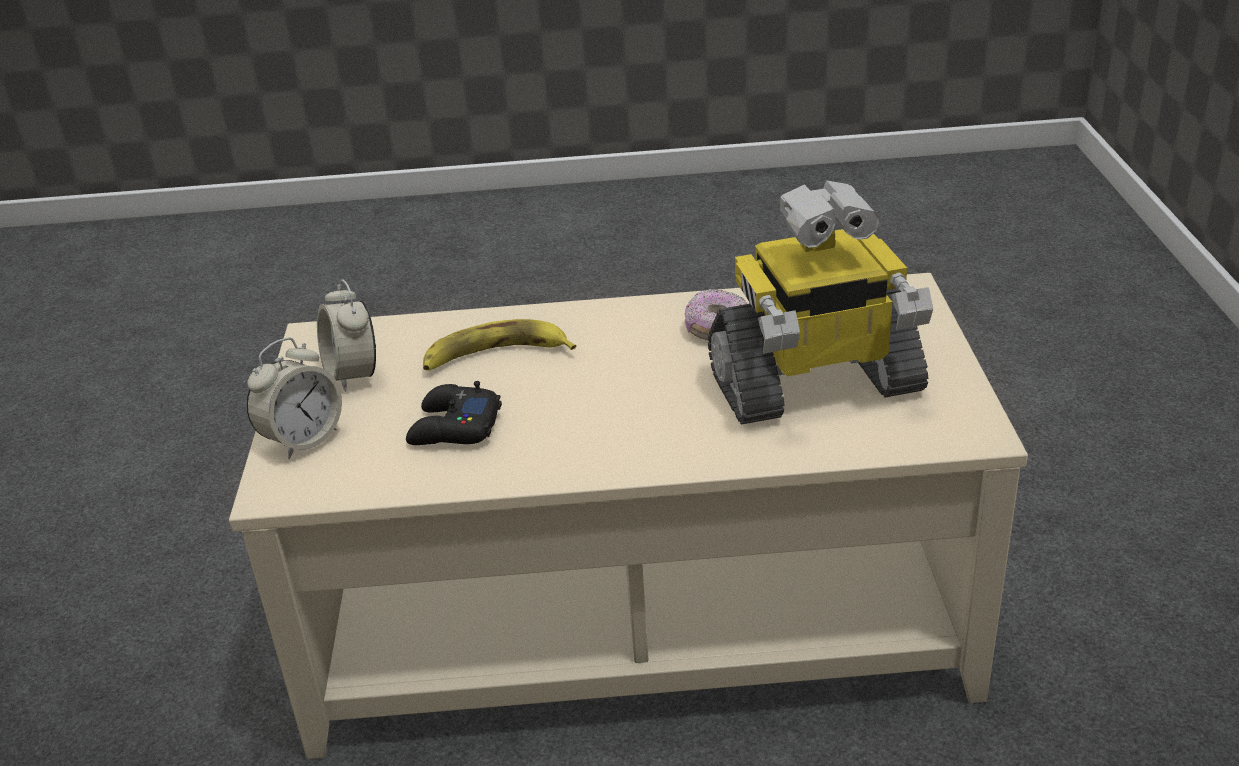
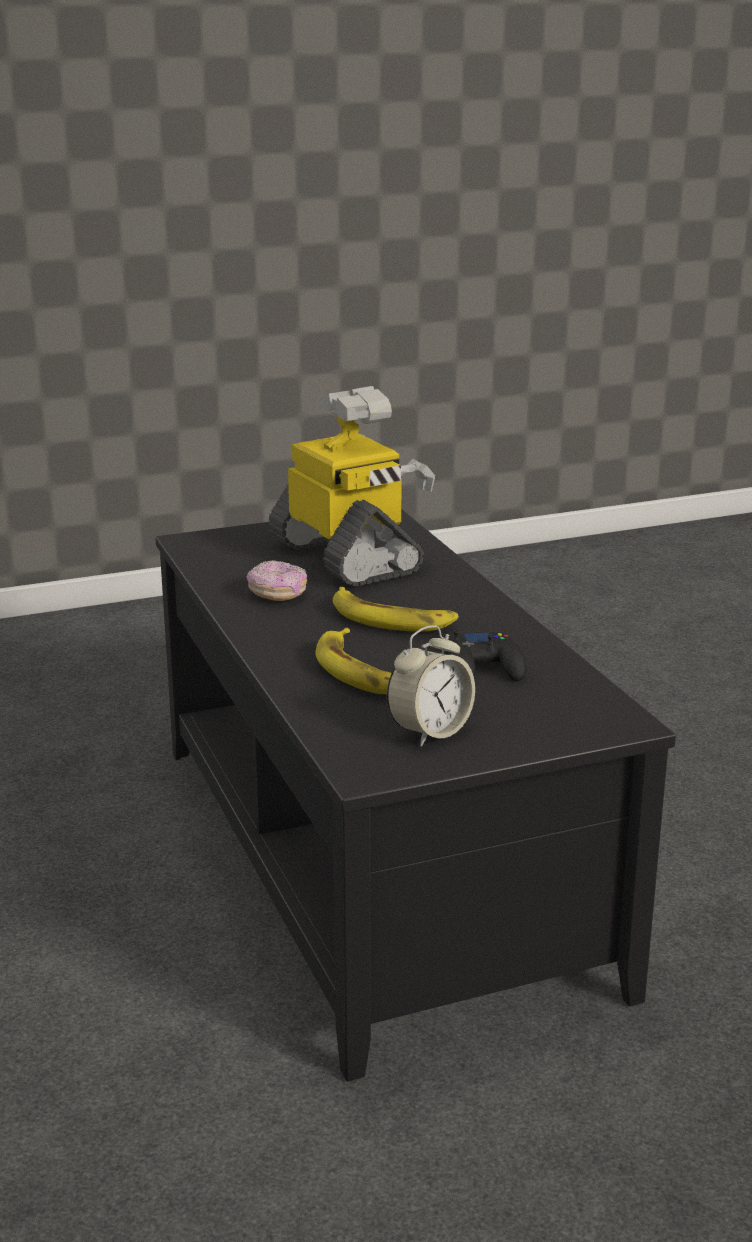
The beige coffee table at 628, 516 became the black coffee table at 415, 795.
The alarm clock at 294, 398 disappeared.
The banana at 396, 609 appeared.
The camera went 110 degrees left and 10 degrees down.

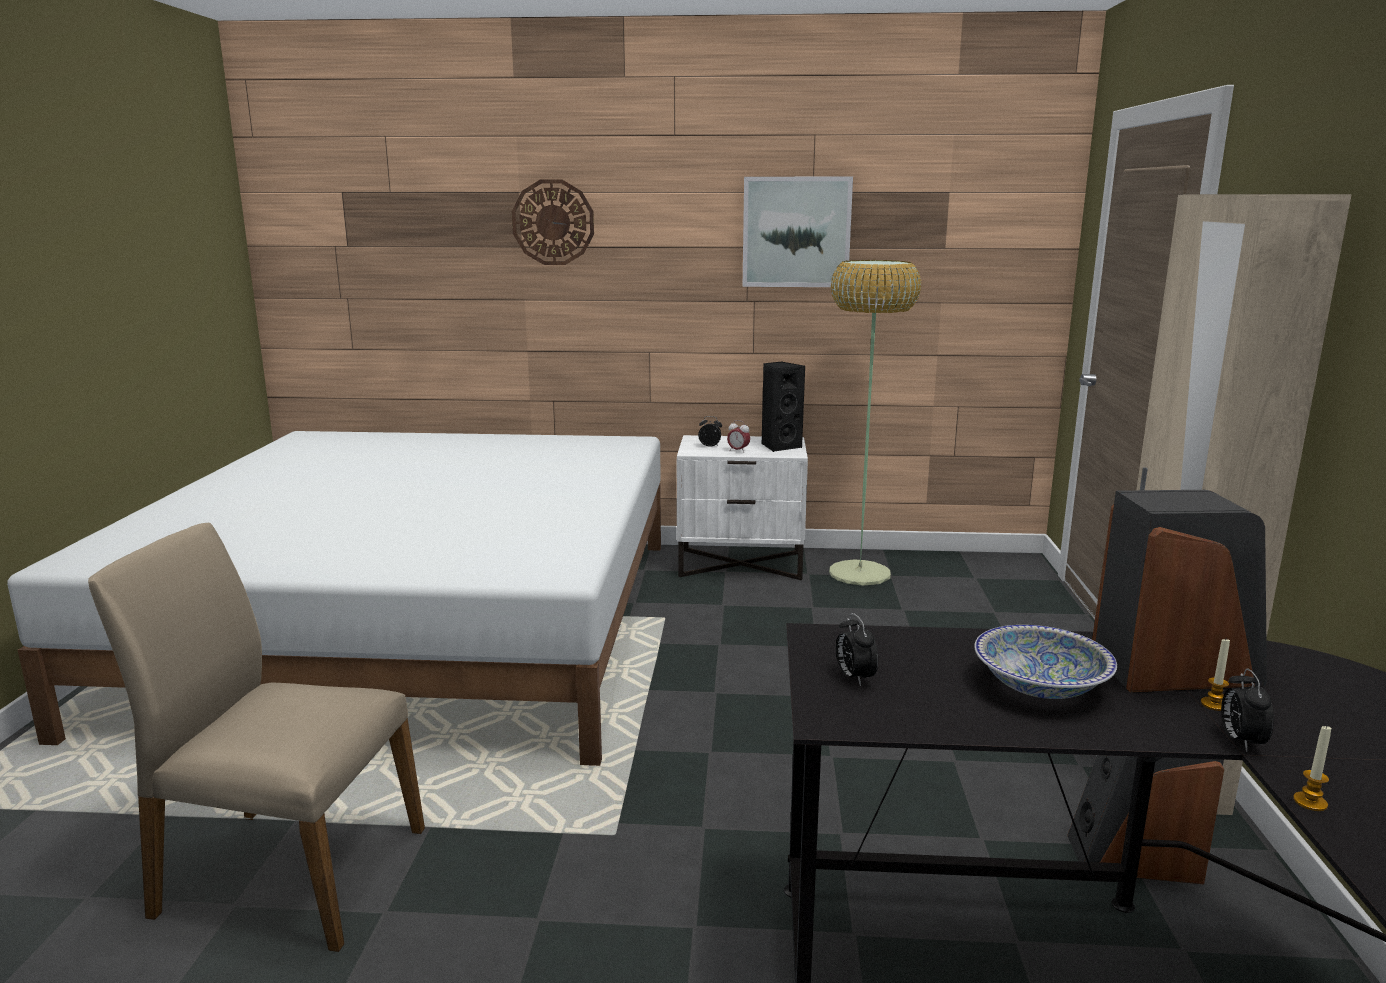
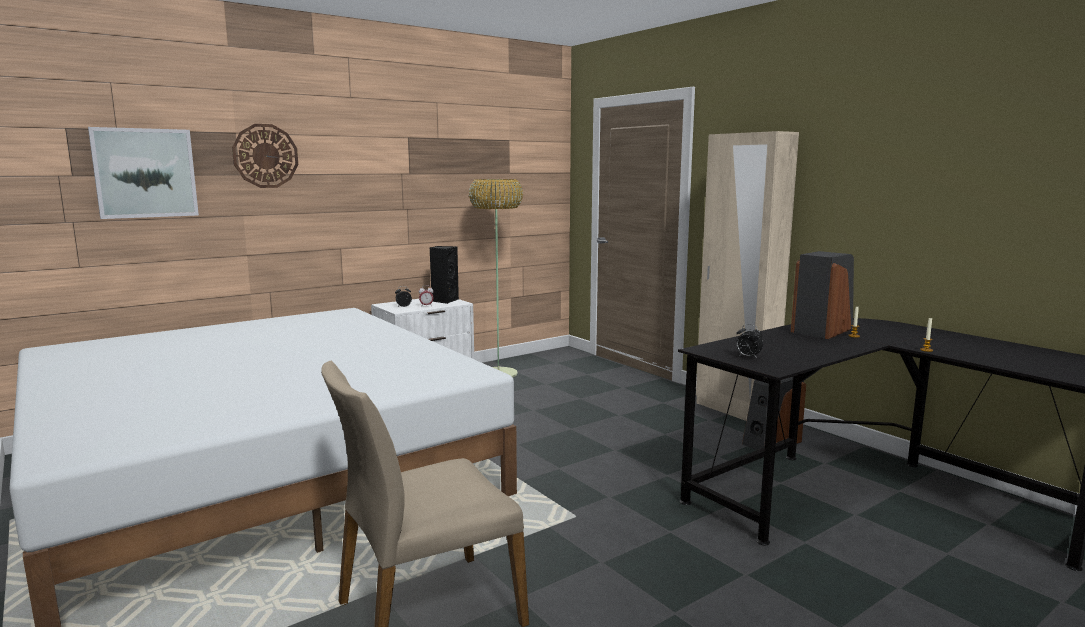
The picture moved from 798, 232 to 143, 173.
The bowl at 1045, 662 disappeared.
The alarm clock at 1247, 710 disappeared.
The camera went 40 degrees left and 5 degrees down.

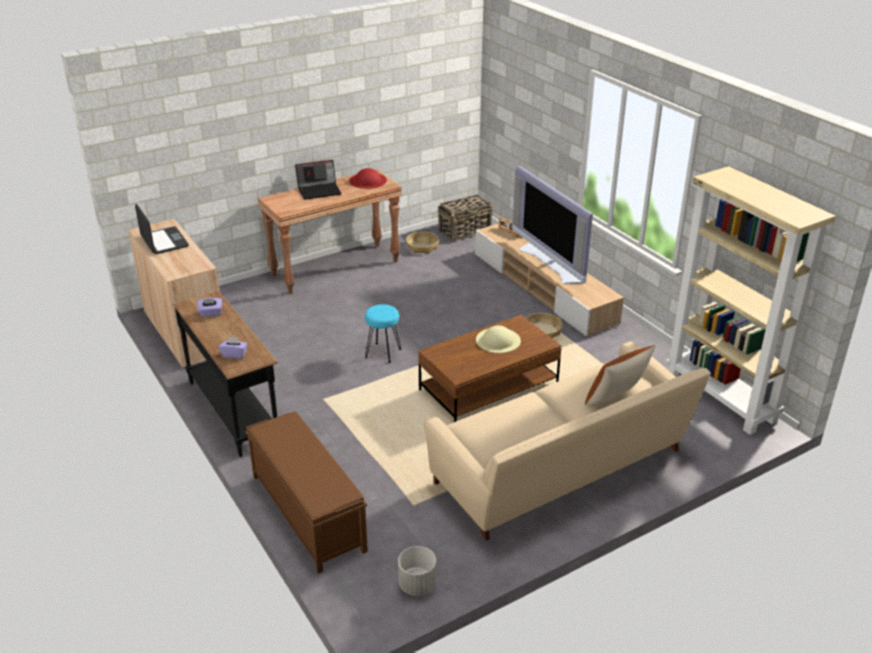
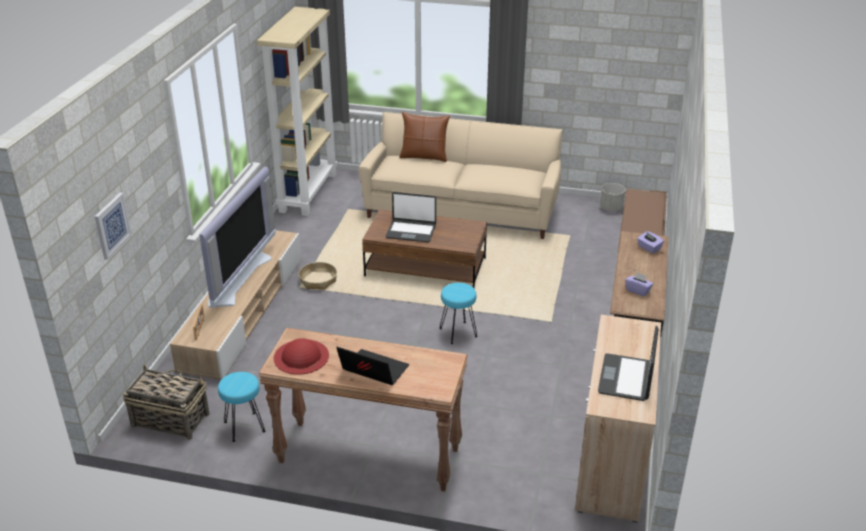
The basket at 422, 243 was replaced by the turquoise stool at 241, 407.
The beige hat at 498, 339 was replaced by the laptop at 411, 217.
The picture at 113, 226 appeared.
The camera went 135 degrees left and 0 degrees up.

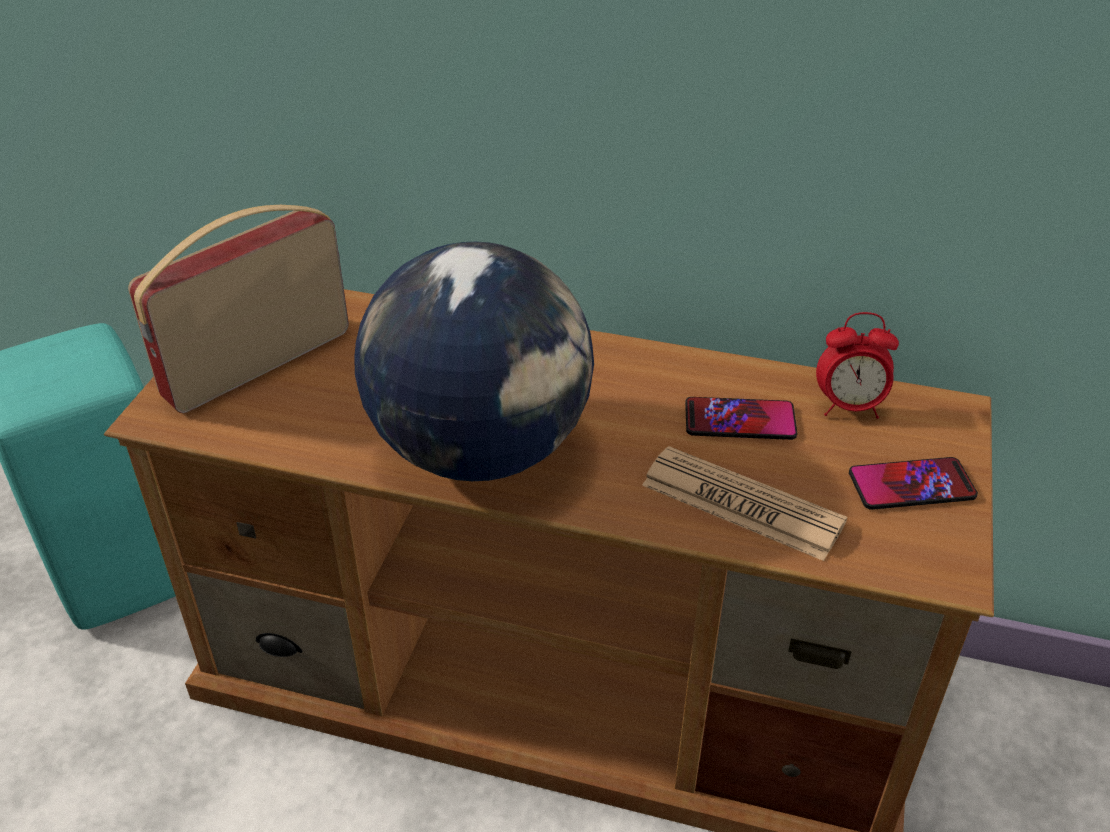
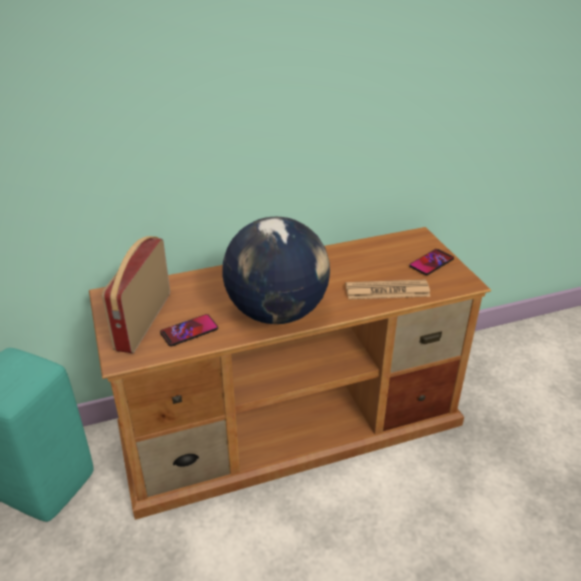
The alarm clock at 857, 365 disappeared.
The phone moved from 741, 418 to 189, 330.
The camera went 35 degrees left and 5 degrees down.

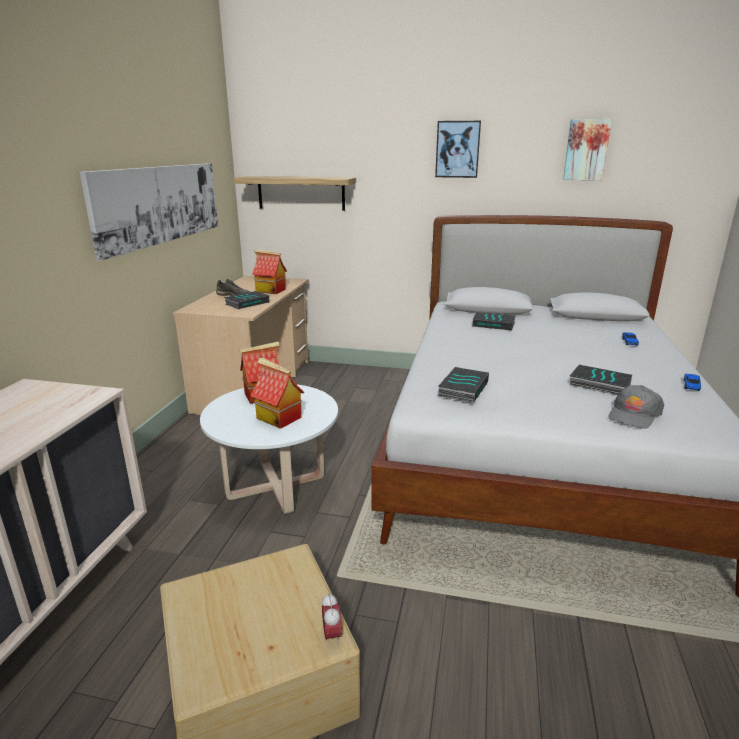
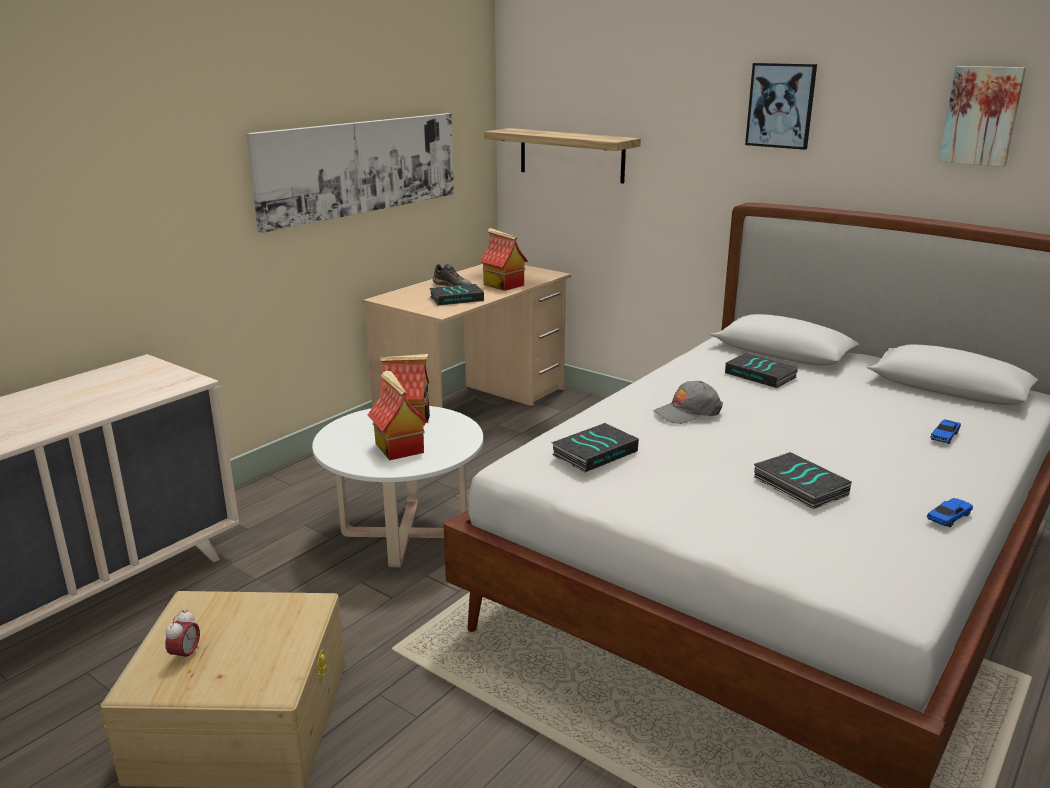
The grey cap moved from 636, 407 to 688, 402.
The alarm clock moved from 332, 618 to 182, 637.
The camera went 25 degrees right and 0 degrees up.

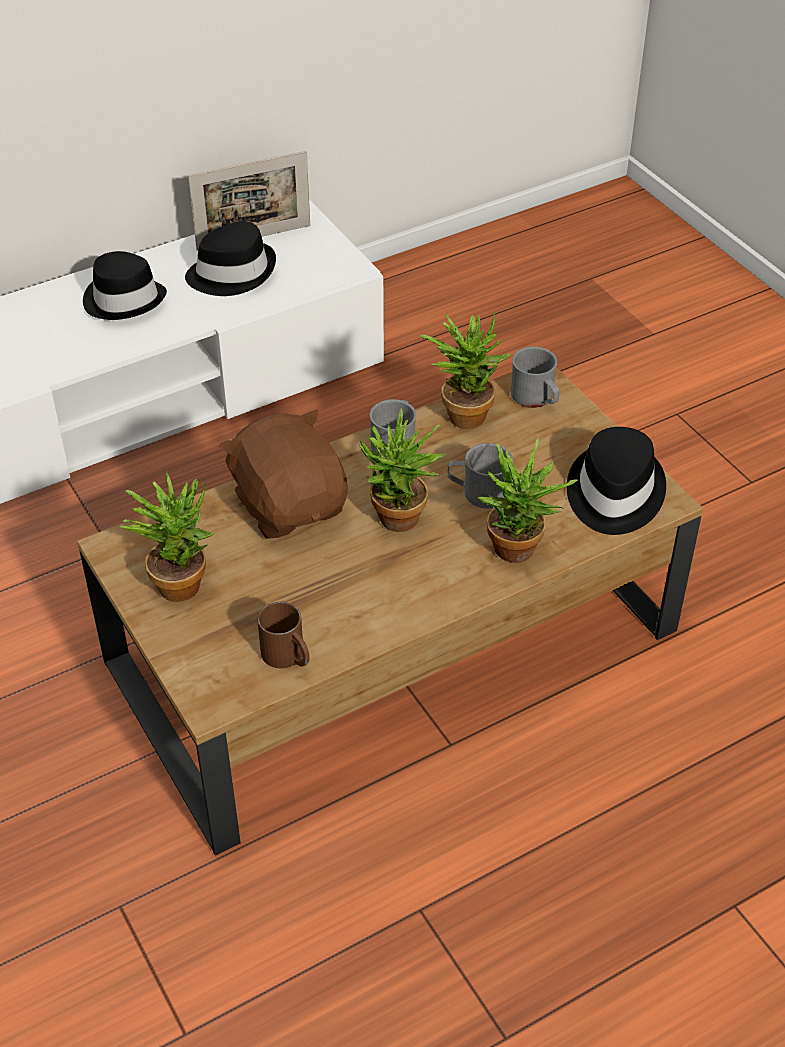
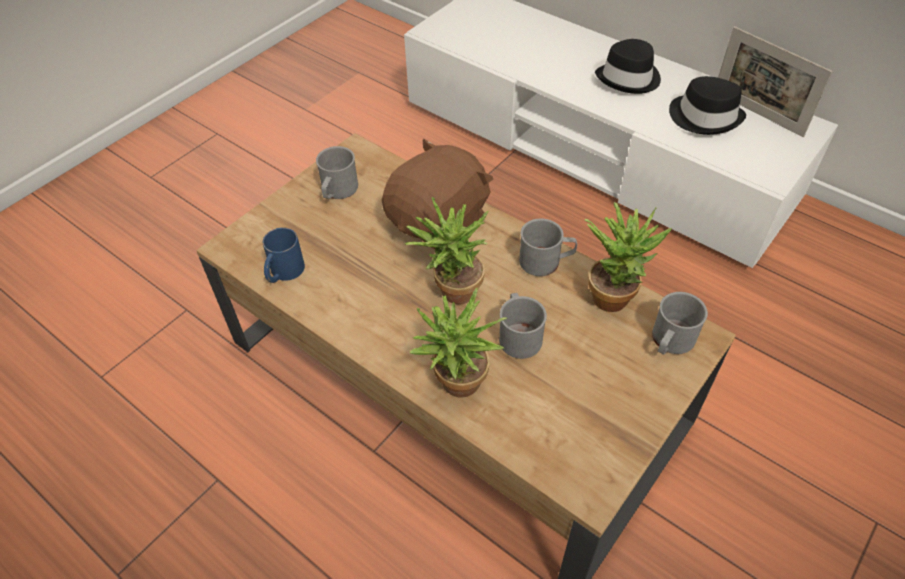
The black hat at 616, 481 disappeared.
The potted plant at 167, 536 was replaced by the grey mug at 337, 172.
The brown mug at 283, 635 became the blue mug at 284, 255.
The camera went 70 degrees right and 5 degrees up.

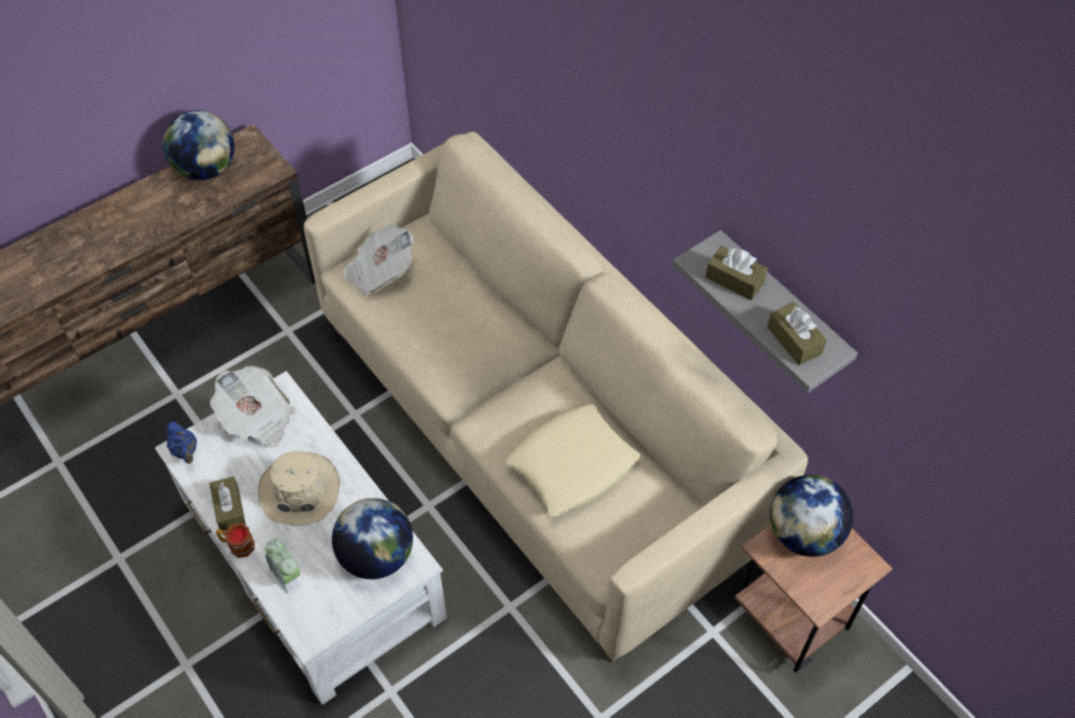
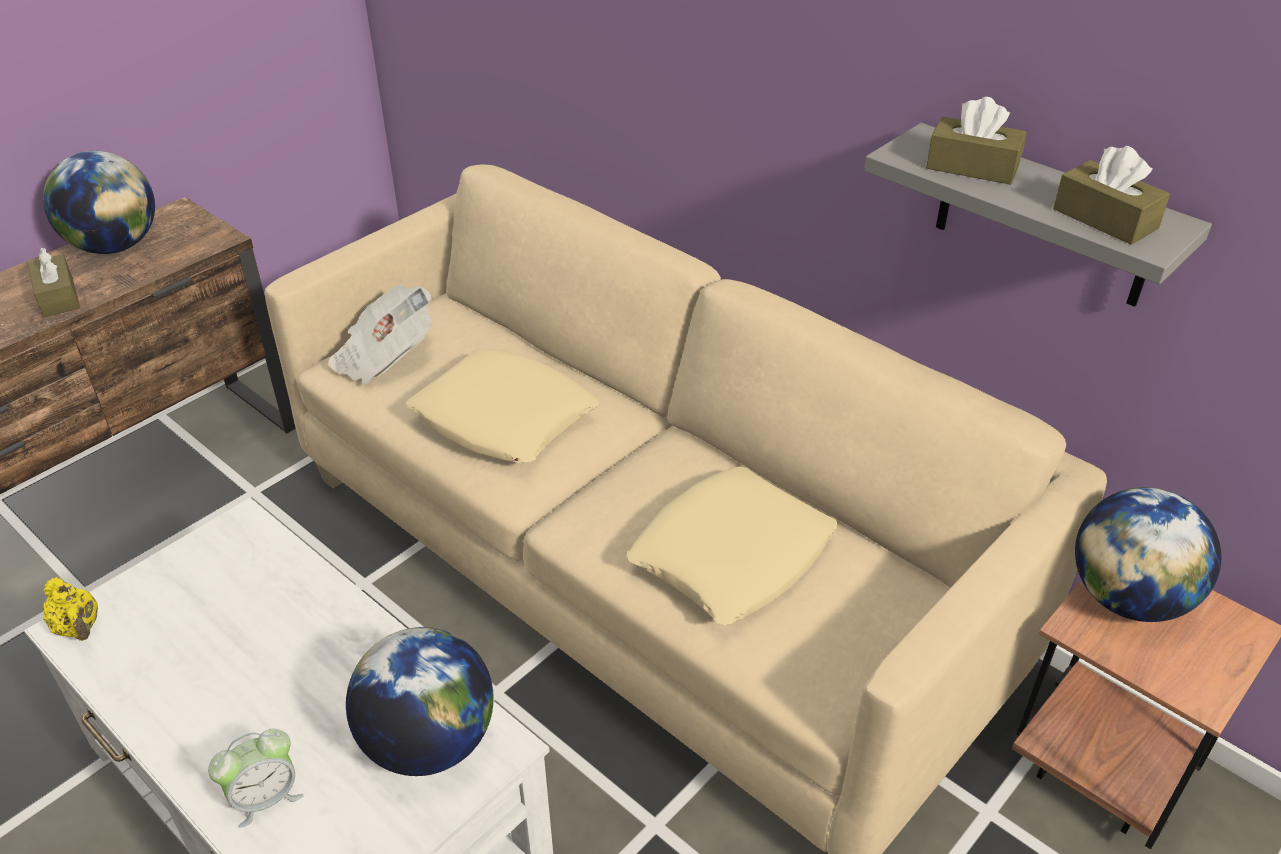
The newspaper at 252, 407 disappeared.
The blue teapot at 182, 442 became the yellow teapot at 70, 609.
The beige hat at 299, 488 disappeared.
The brown tissue box moved from 227, 503 to 53, 282.
The mug at 235, 540 disappeared.
The alarm clock at 282, 566 turned 75 degrees counterclockwise.
The beige pillow at 503, 405 appeared.
The camera went 10 degrees left and 15 degrees down.

